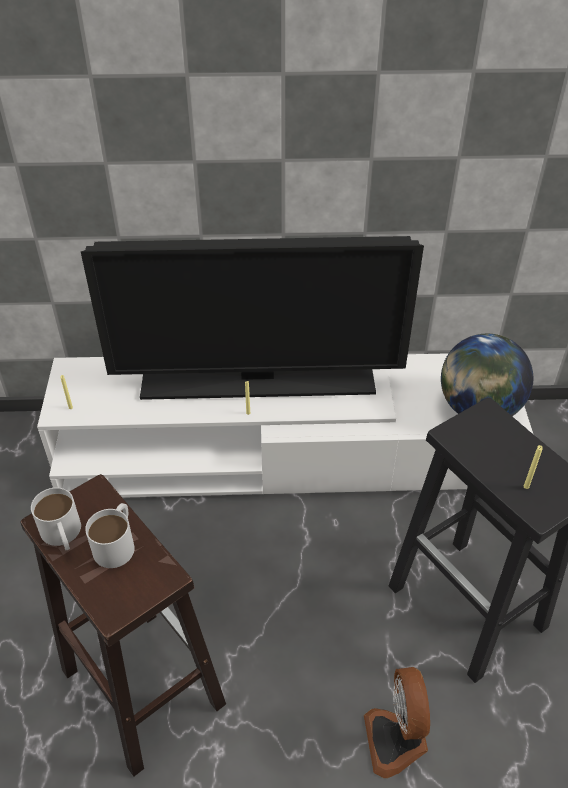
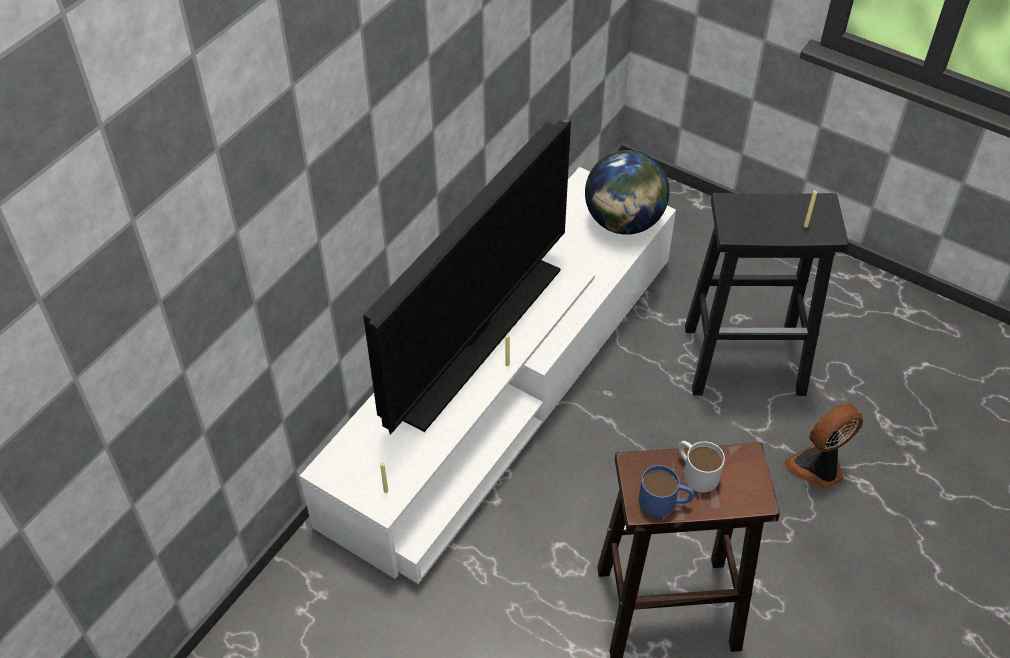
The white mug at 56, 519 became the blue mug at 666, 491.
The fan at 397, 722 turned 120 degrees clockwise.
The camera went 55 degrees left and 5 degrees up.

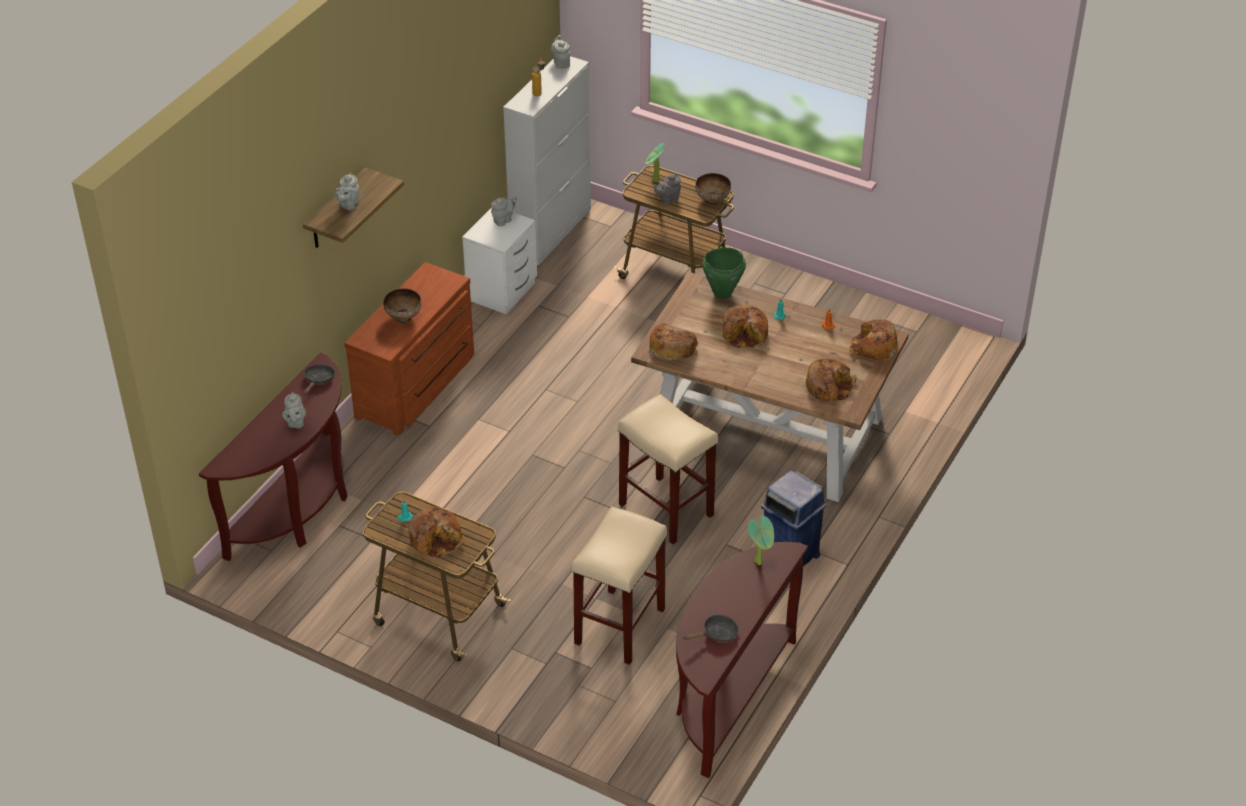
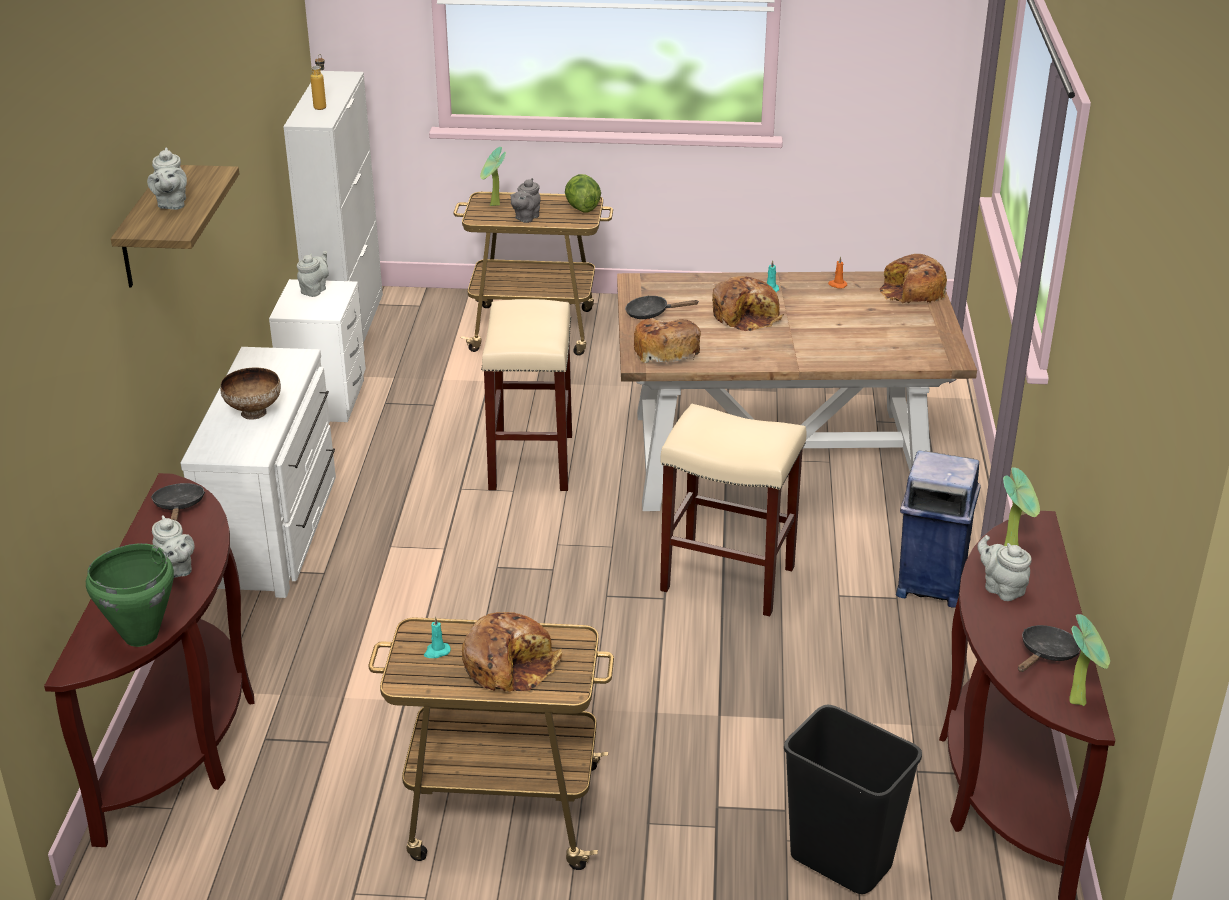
The grey teapot moved from 560, 52 to 1004, 568.
The bowl at 713, 189 was replaced by the lettuce at 583, 193.
The green cooking pot moved from 724, 273 to 130, 595.
The brown dresser at 409, 349 became the white dresser at 258, 472.
The bread at 831, 379 disappeared.
The beige stool moved from 619, 585 to 526, 395.
The black frying pan at 661, 307 appeared.
The potted plant at 1089, 660 appeared.
The black trash can at 853, 799 appeared.
The camera went 25 degrees left and 10 degrees down.

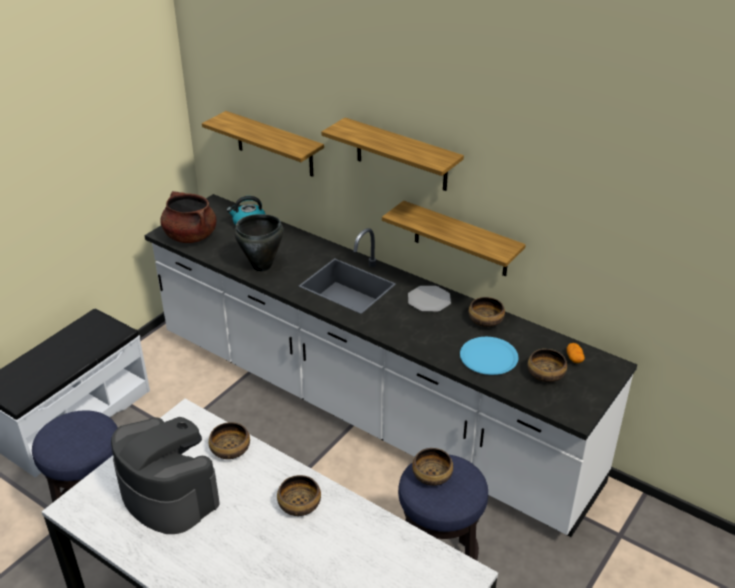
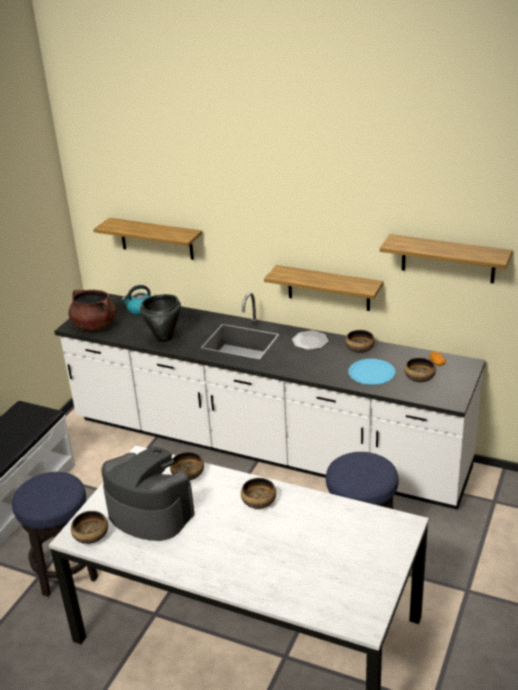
The shelf moved from 392, 154 to 446, 259.
The bowl moved from 432, 467 to 89, 527.
The camera went 10 degrees left and 5 degrees down.

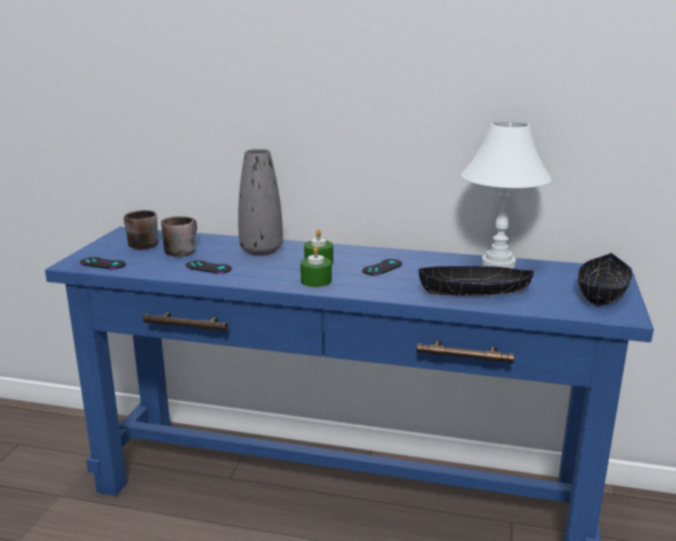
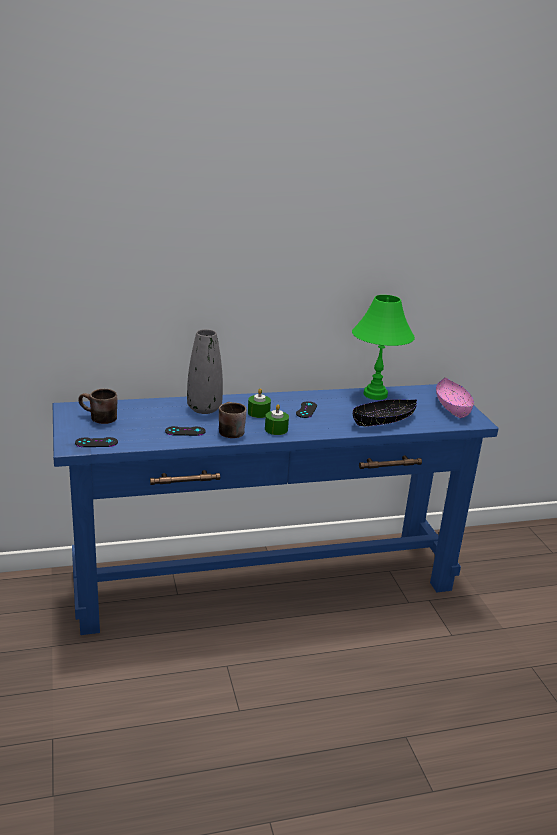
The white table lamp at 506, 195 became the green table lamp at 383, 347.
The brown mug moved from 179, 236 to 233, 420.
The black bowl at 605, 280 became the pink bowl at 455, 397.
The camera went 30 degrees left and 5 degrees up.

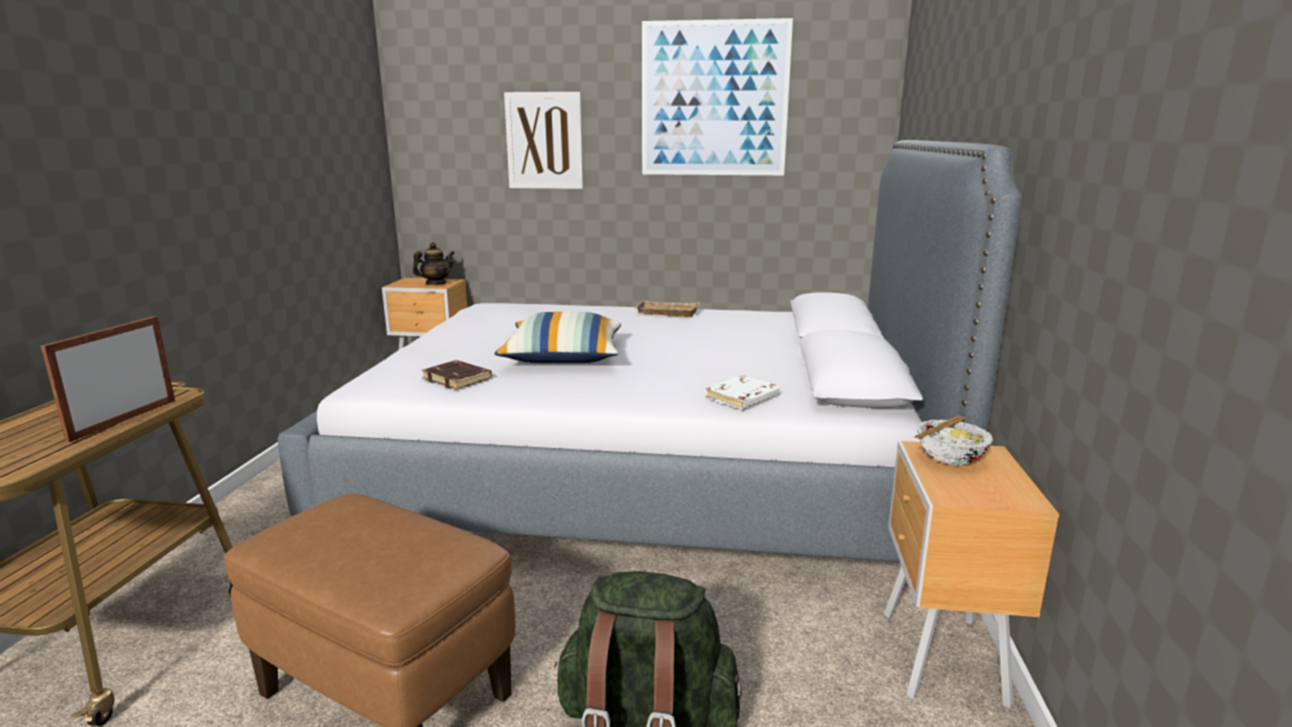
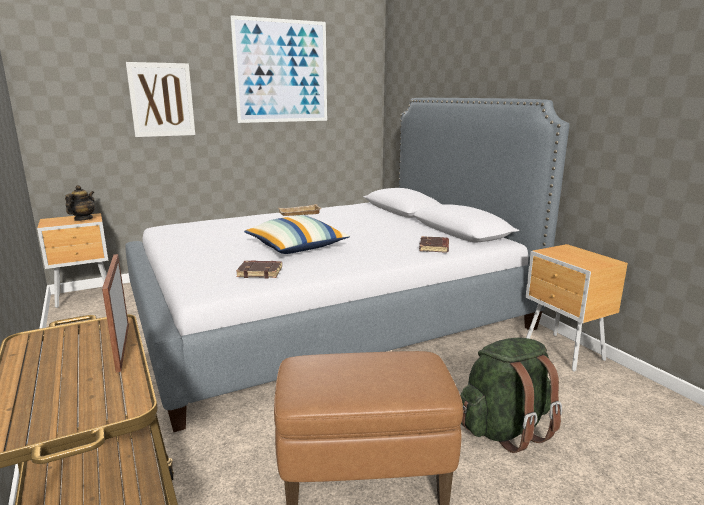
The white book at 743, 392 became the brown book at 434, 244.
The bowl at 953, 440 disappeared.
The camera went 35 degrees left and 0 degrees up.

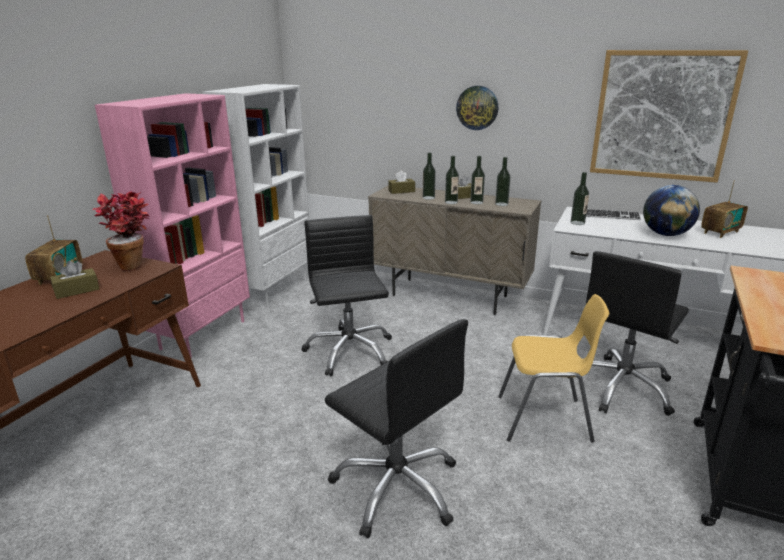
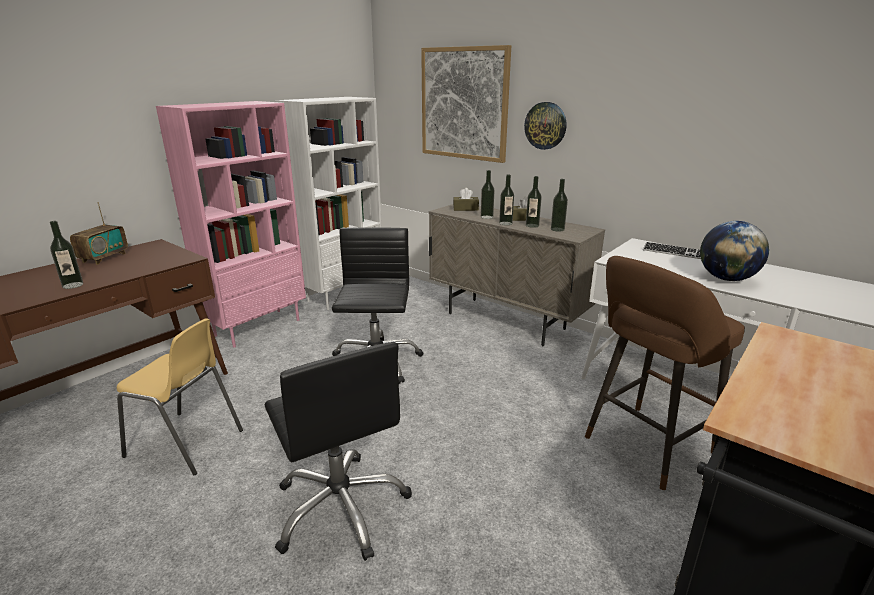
The picture moved from 669, 116 to 466, 104.
The bottle moved from 580, 198 to 66, 255.
The radio at 724, 209 disappeared.
The potted plant at 121, 231 disappeared.
The black office chair at 628, 333 was replaced by the brown stool at 665, 373.
The brown tissue box at 74, 280 disappeared.
The yellow chair moved from 553, 368 to 180, 396.
The camera went 15 degrees right and 0 degrees up.

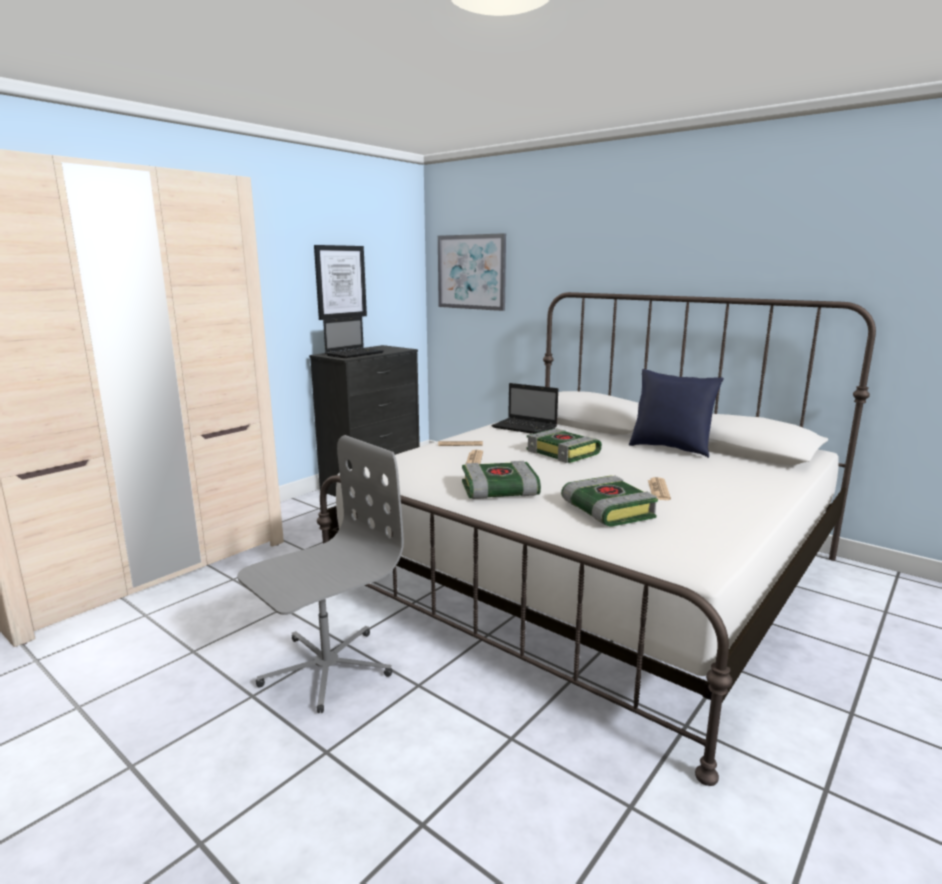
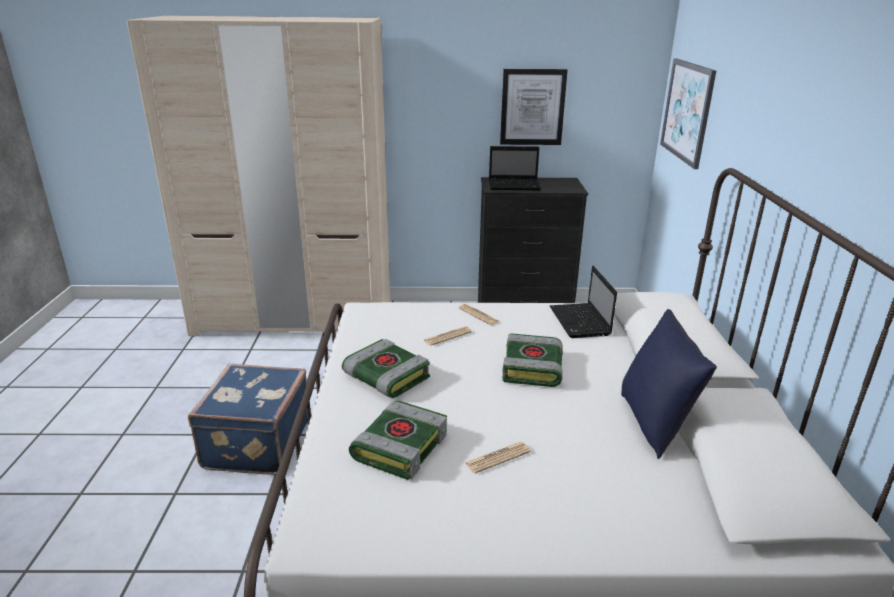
The grey office chair at 320, 574 was replaced by the blue suitcase at 248, 419.
The camera went 50 degrees right and 10 degrees up.

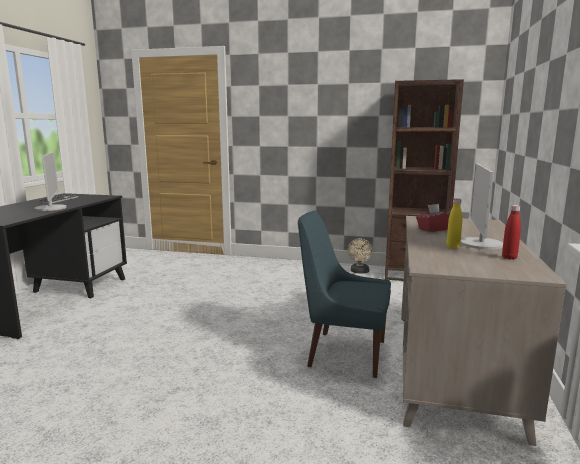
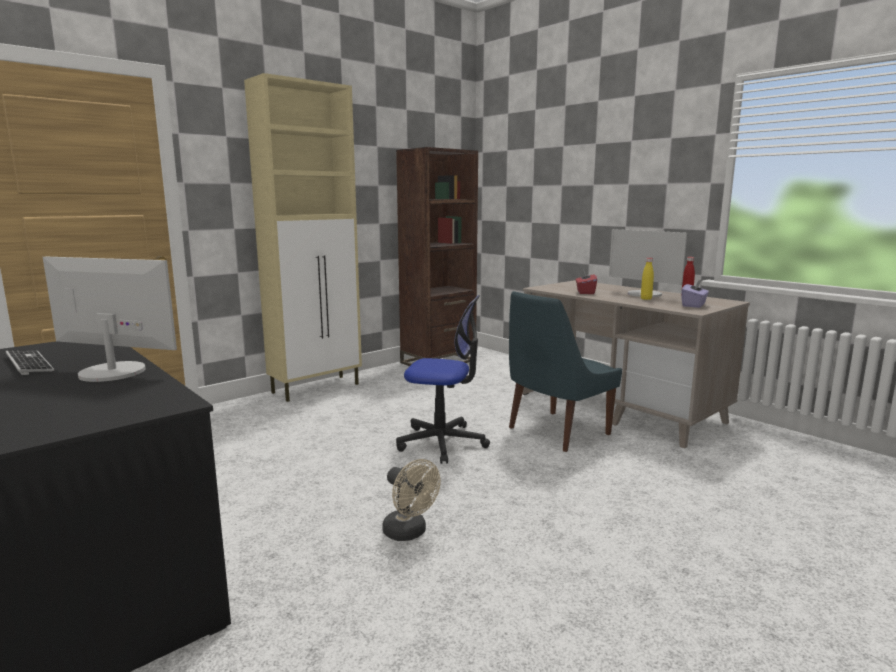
The beige fan moved from 360, 255 to 412, 500.
The beige cabinet at 303, 237 appeared.
The purple tissue box at 695, 294 appeared.
The office chair at 443, 379 appeared.
The camera went 55 degrees left and 0 degrees up.

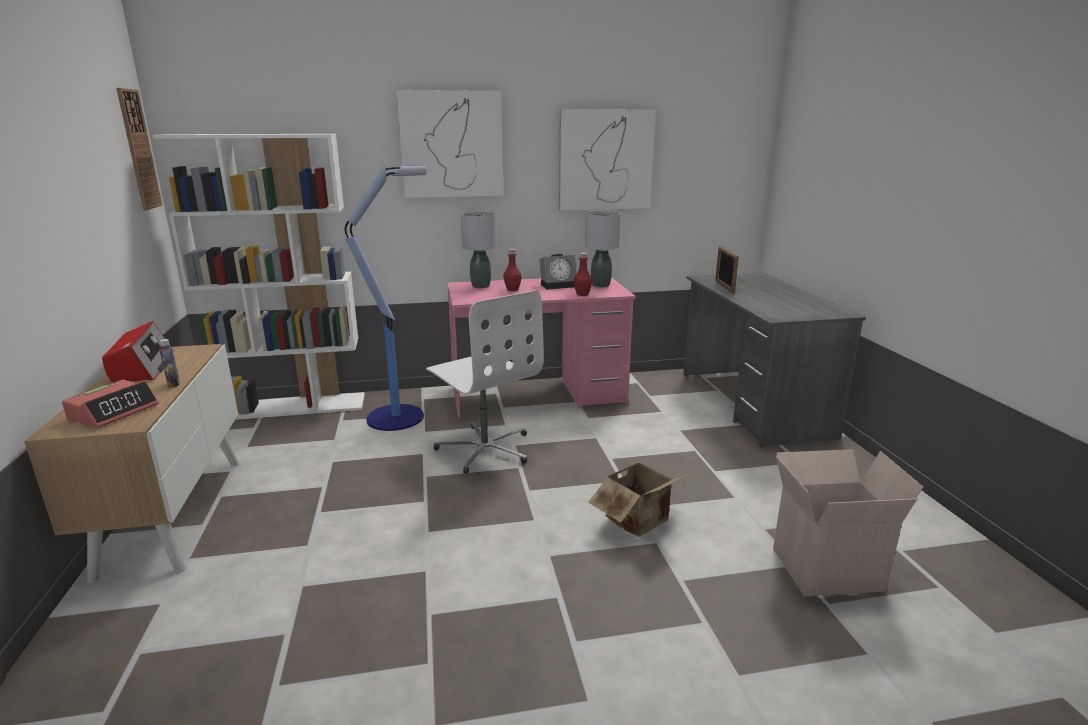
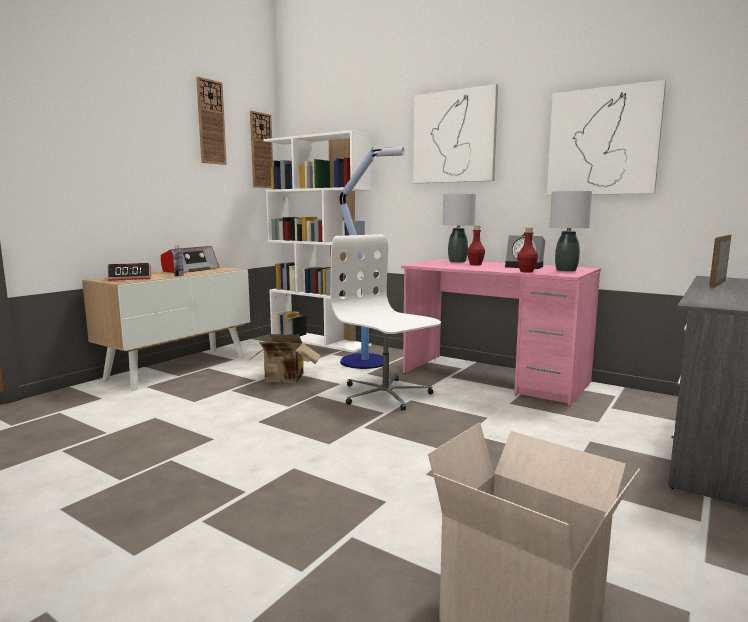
The white office chair at 485, 382 turned 135 degrees clockwise.
The cardboard box moved from 638, 496 to 284, 358.
The wall clock at 211, 121 appeared.
The camera went 45 degrees right and 10 degrees down.

